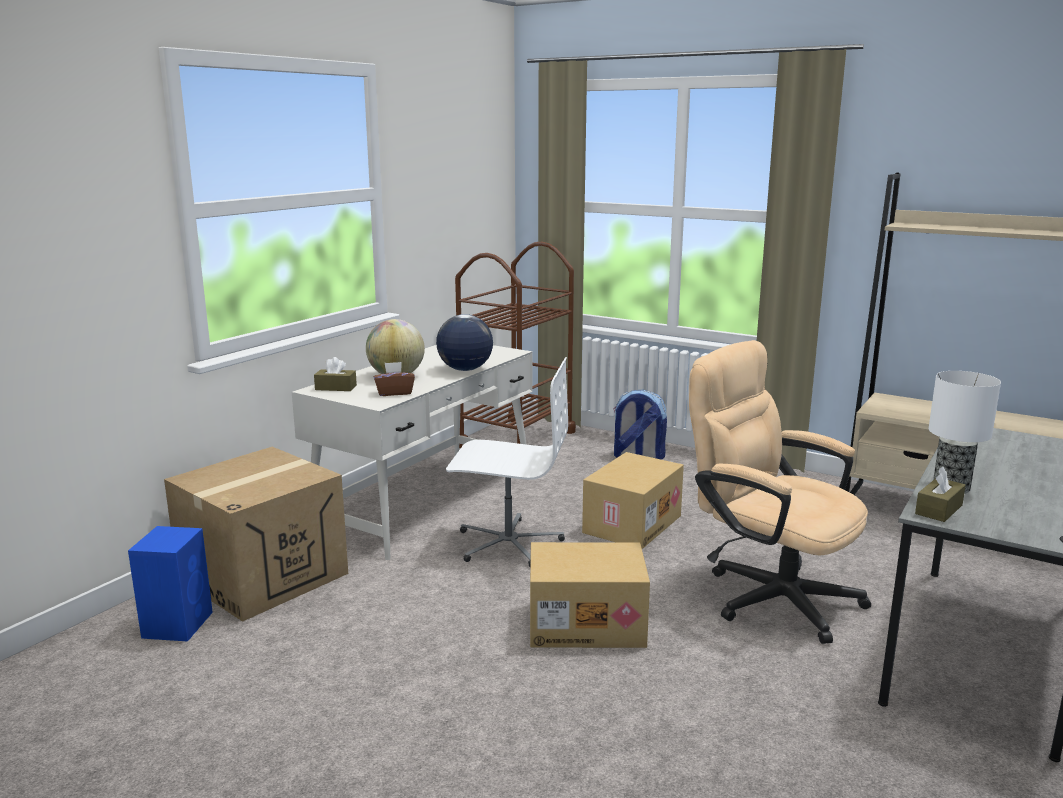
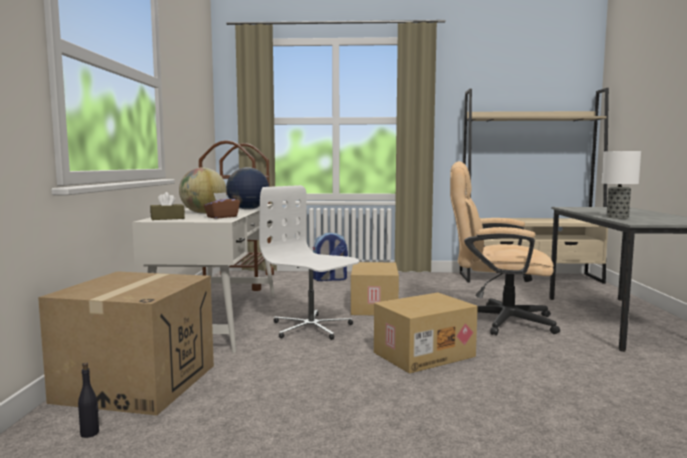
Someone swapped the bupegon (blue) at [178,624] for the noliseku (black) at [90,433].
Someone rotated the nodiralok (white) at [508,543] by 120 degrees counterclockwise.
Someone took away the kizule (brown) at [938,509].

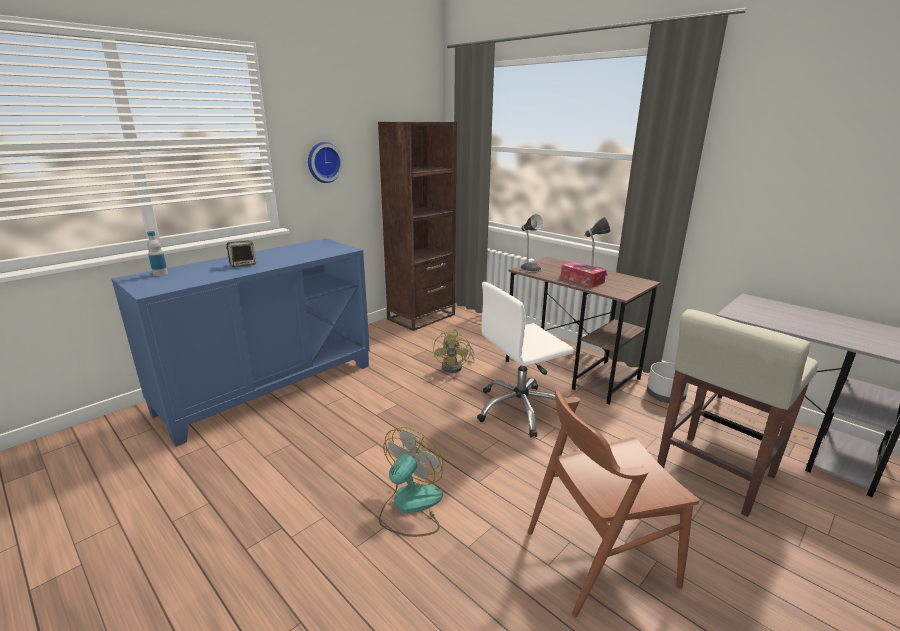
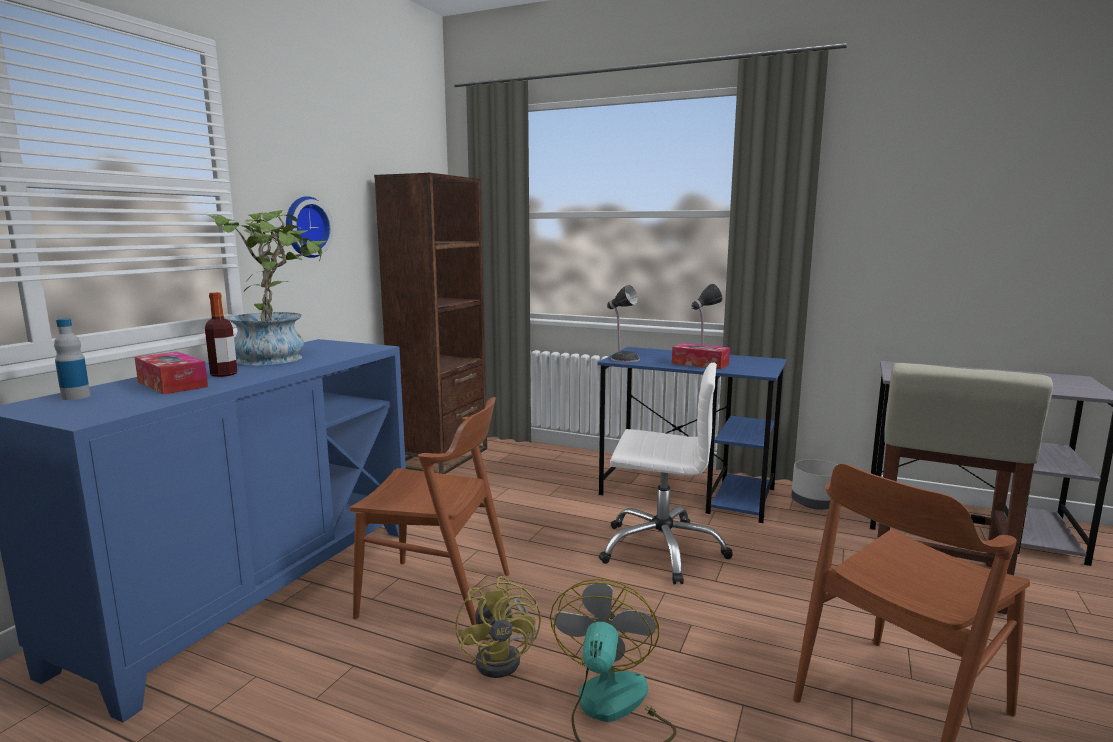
Someone put down the kizule at [172,384].
Someone swapped the bupegon at [243,264] for the noliseku at [224,374].
Someone put down the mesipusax at [278,357].
Someone put down the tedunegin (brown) at [436,594].
Someone carried the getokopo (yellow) from [456,367] to [505,658].
Someone repainted the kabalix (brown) at [571,370], which became the kabalix (blue) at [688,492].
Someone rotated the nodiralok (white) at [519,409] by 120 degrees counterclockwise.

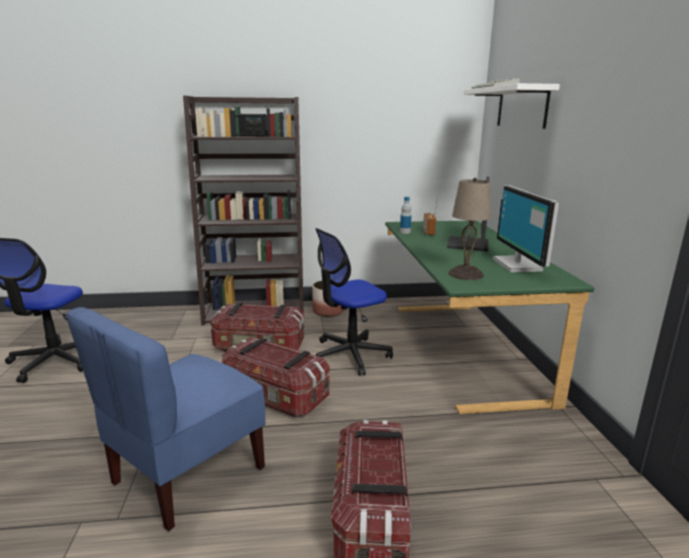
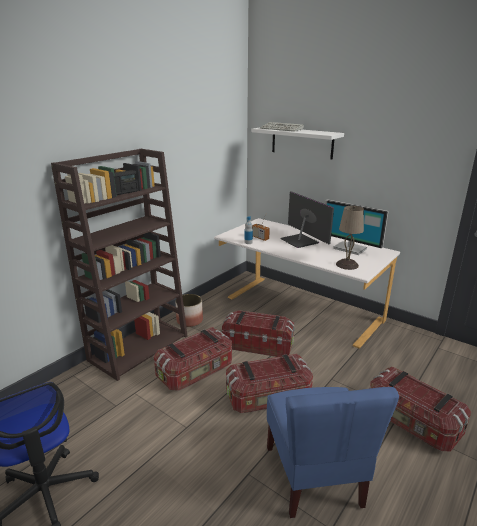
Someone repainted the kabalix (green) at [457,347], which became the kabalix (white) at [299,309].
Someone swapped the nodiralok at [350,355] for the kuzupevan at [258,345].

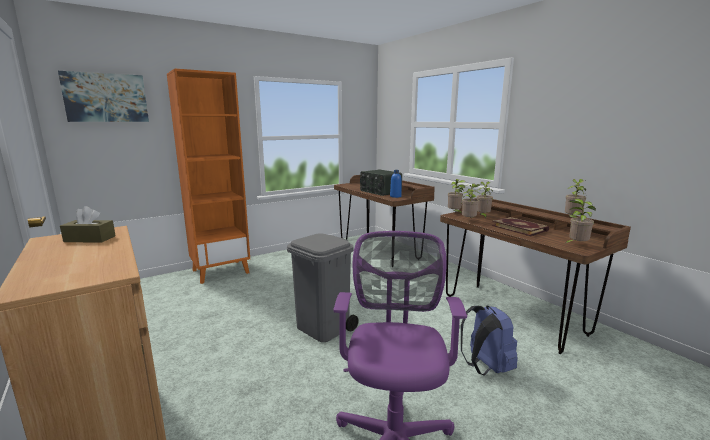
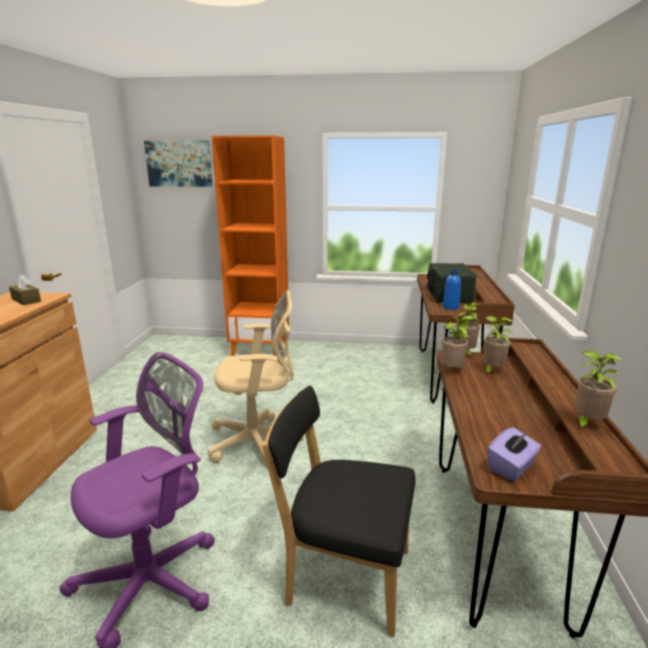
Someone swapped the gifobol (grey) at [323,328] for the nodiralok (beige) at [258,442].
Someone swapped the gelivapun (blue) at [485,367] for the tedunegin (black) at [343,575].
Someone swapped the mesipusax at [576,245] for the kizule (purple) at [512,467].
Someone took away the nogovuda at [519,228].

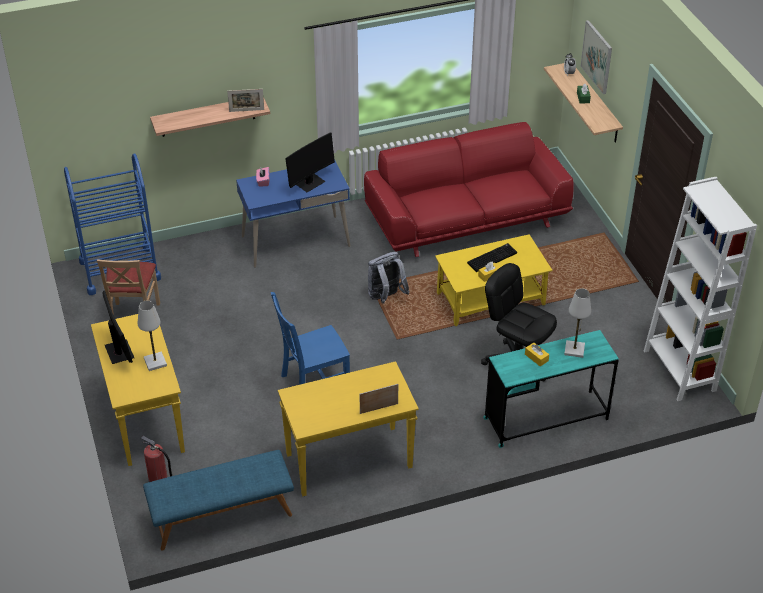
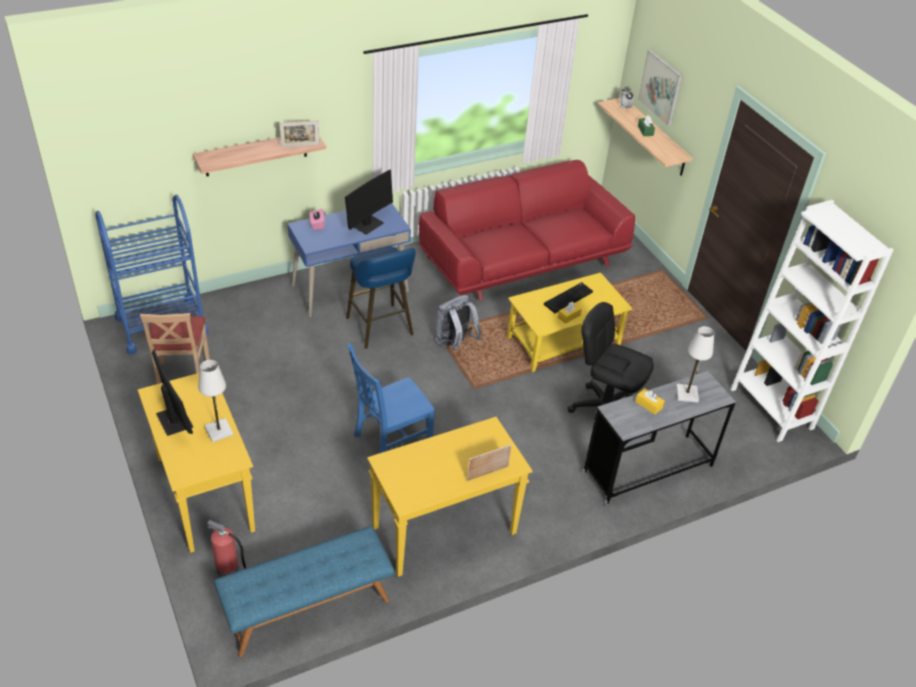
Someone put down the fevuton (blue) at [381,329].
Someone repainted the kabalix (turquoise) at [546,419], which became the kabalix (grey) at [648,469].

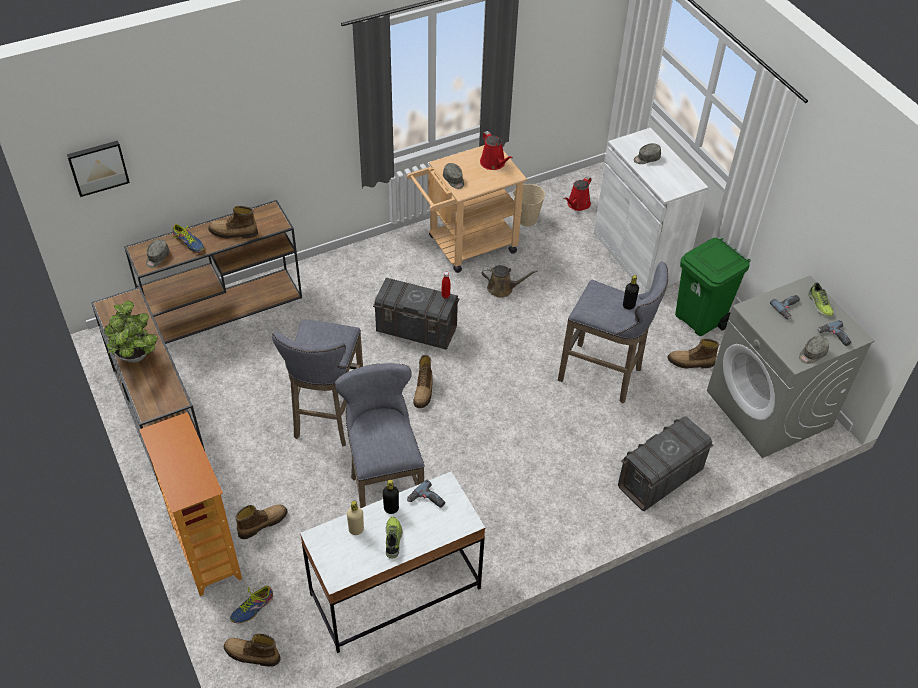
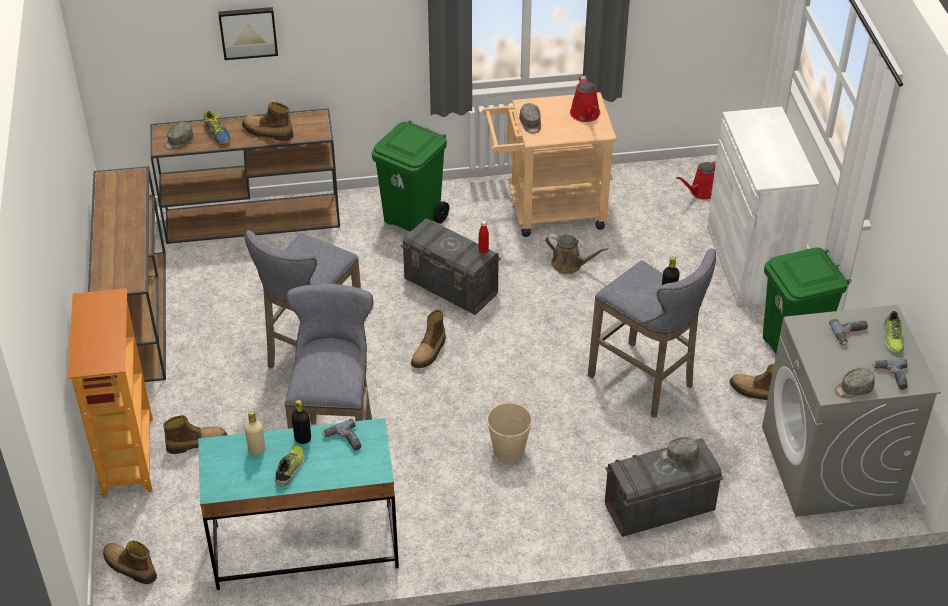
Someone repainted the kabalix (white) at [395,591], which became the kabalix (turquoise) at [305,546].
Someone carried the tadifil from [98,167] to [248,32].
Someone put down the gifobol (green) at [413,219].
Someone carried the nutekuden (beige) from [526,219] to [508,451].
Someone carried the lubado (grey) from [646,158] to [679,455].
Someone took away the mesipusax at [135,357].
Someone took away the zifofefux at [253,608].

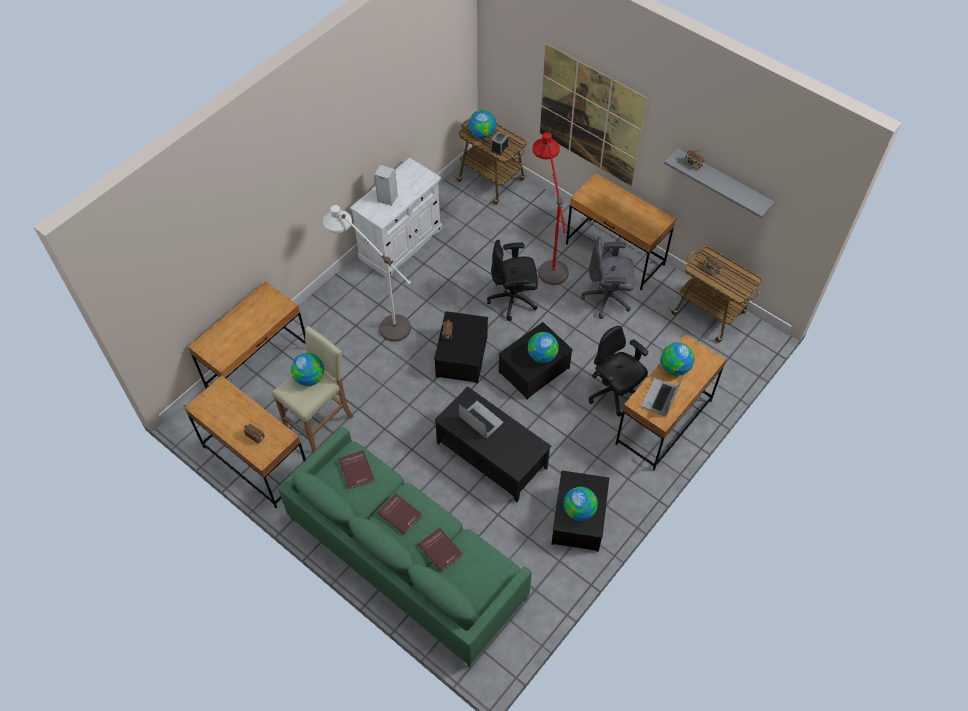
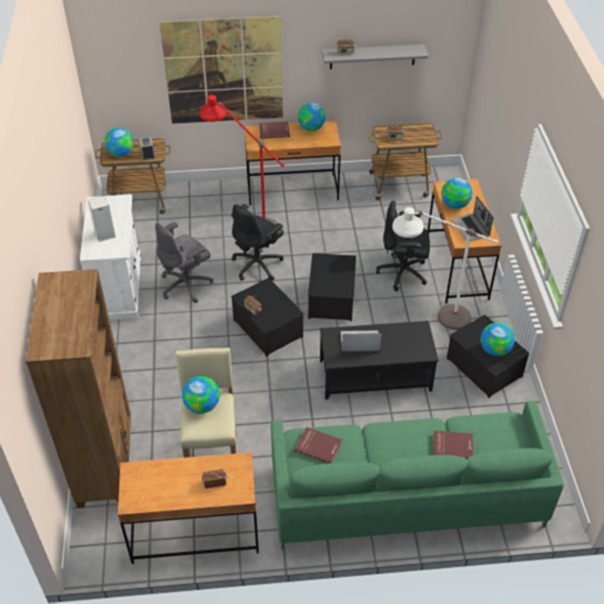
Someone swapped the kabalix (brown) at [258,368] for the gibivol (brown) at [106,463].
Someone carried the nodiralok (grey) from [608,299] to [186,285].
Someone carried the nogovuda (red) from [400,514] to [274,131].
Someone carried the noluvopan from [542,356] to [311,128].
Someone carried the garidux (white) from [377,317] to [431,320].

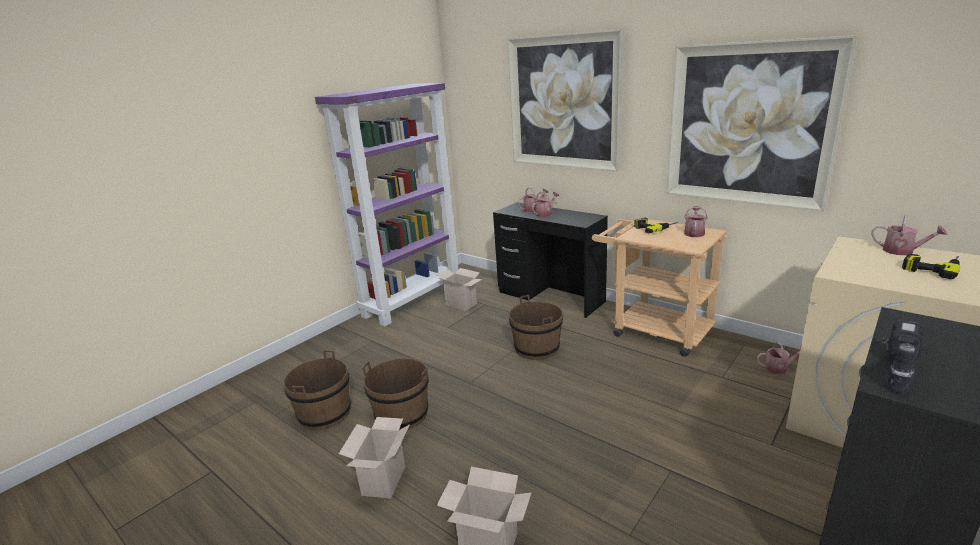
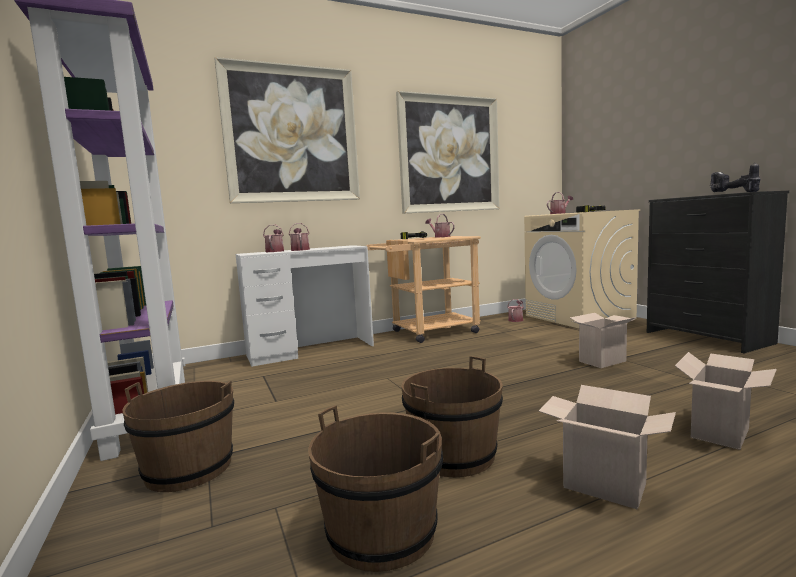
Someone carried the nutekuden (brown) from [537,348] to [189,468].
Someone repainted the kabalix (black) at [551,297], which became the kabalix (white) at [310,350].
Someone carried the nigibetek from [462,304] to [602,361].

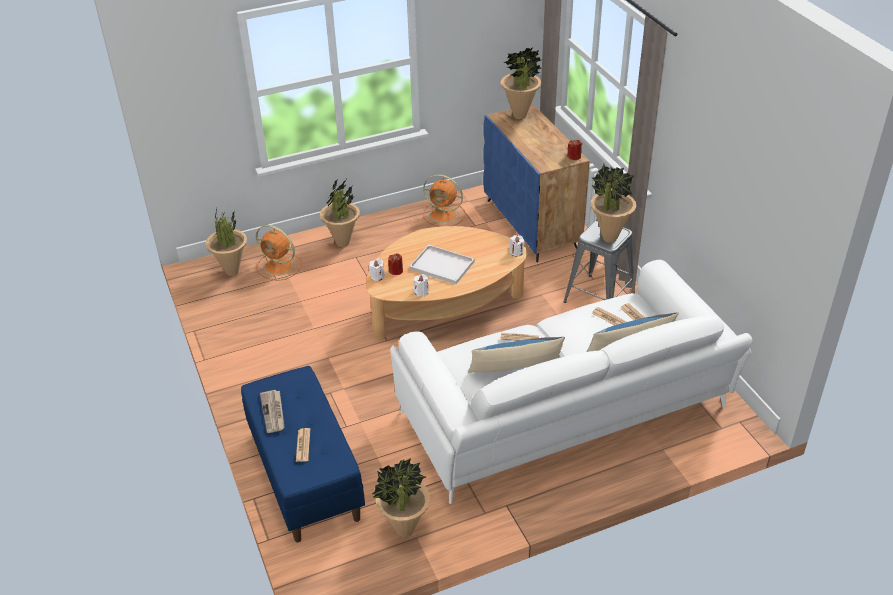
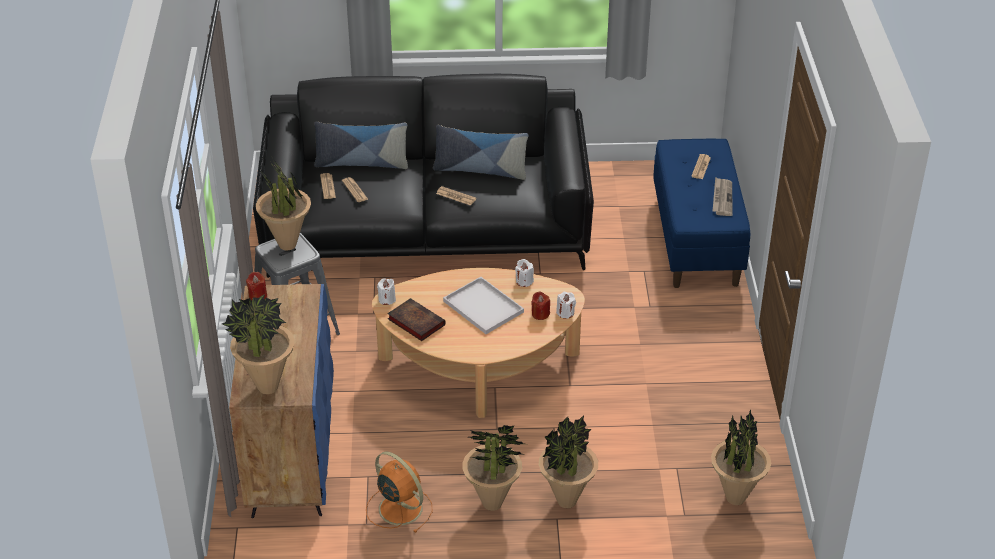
Someone repainted the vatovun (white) at [564,414], which became the vatovun (black) at [427,228].
Someone put down the nogovuda at [414,322].
Someone carried the mesipusax from [404,531] to [492,503].
Someone took away the getokopo (orange) at [280,267].

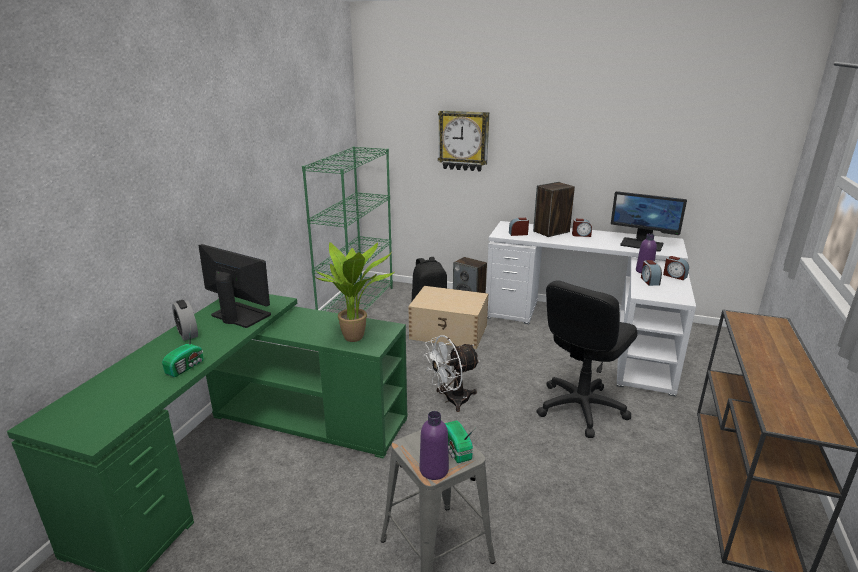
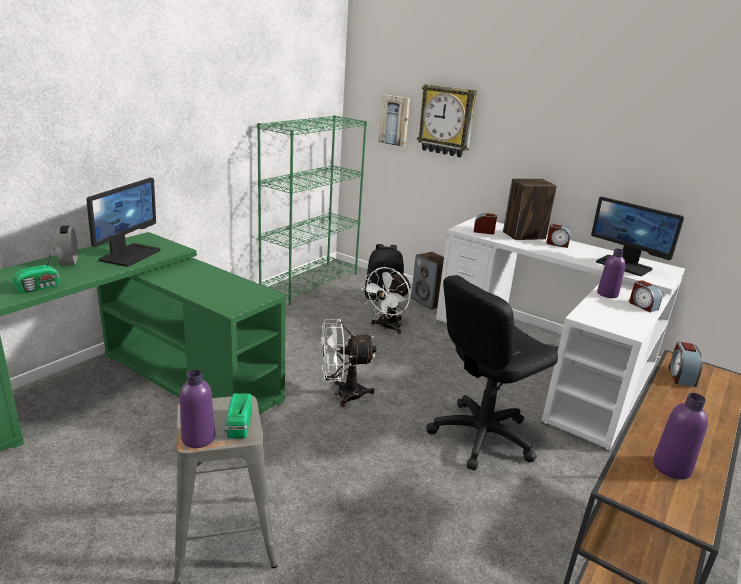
Someone rotated the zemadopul at [240,315] by 60 degrees clockwise.
Someone swapped the kuzupevan (beige) at [449,332] for the getokopo (white) at [387,327].
Someone put up the tadifil at [394,120].
Someone put down the noliseku (purple) at [671,467].
Someone carried the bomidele from [649,281] to [681,376].
Someone took away the mesipusax at [357,338].

